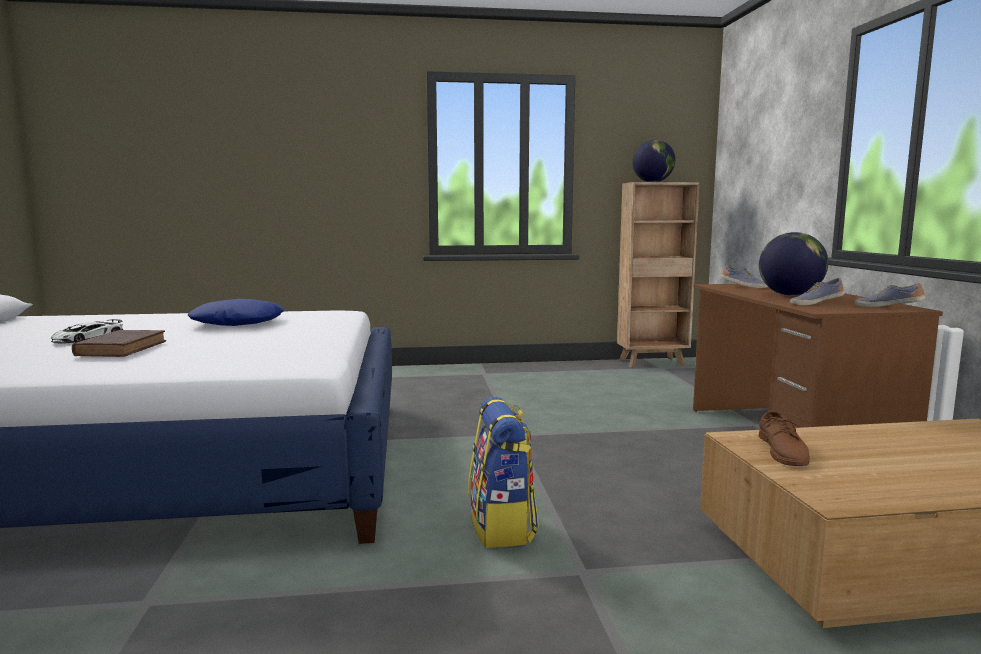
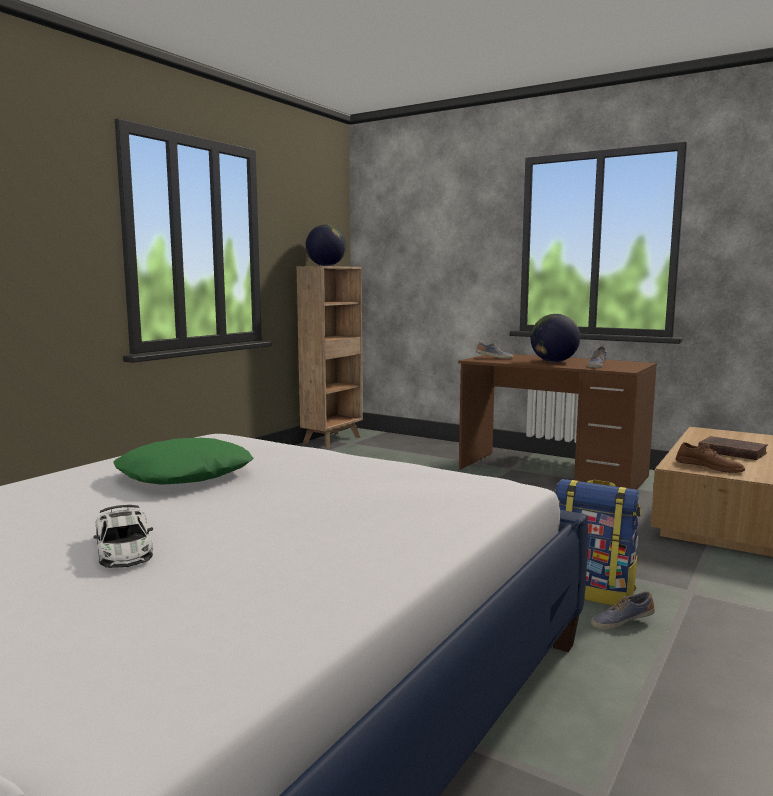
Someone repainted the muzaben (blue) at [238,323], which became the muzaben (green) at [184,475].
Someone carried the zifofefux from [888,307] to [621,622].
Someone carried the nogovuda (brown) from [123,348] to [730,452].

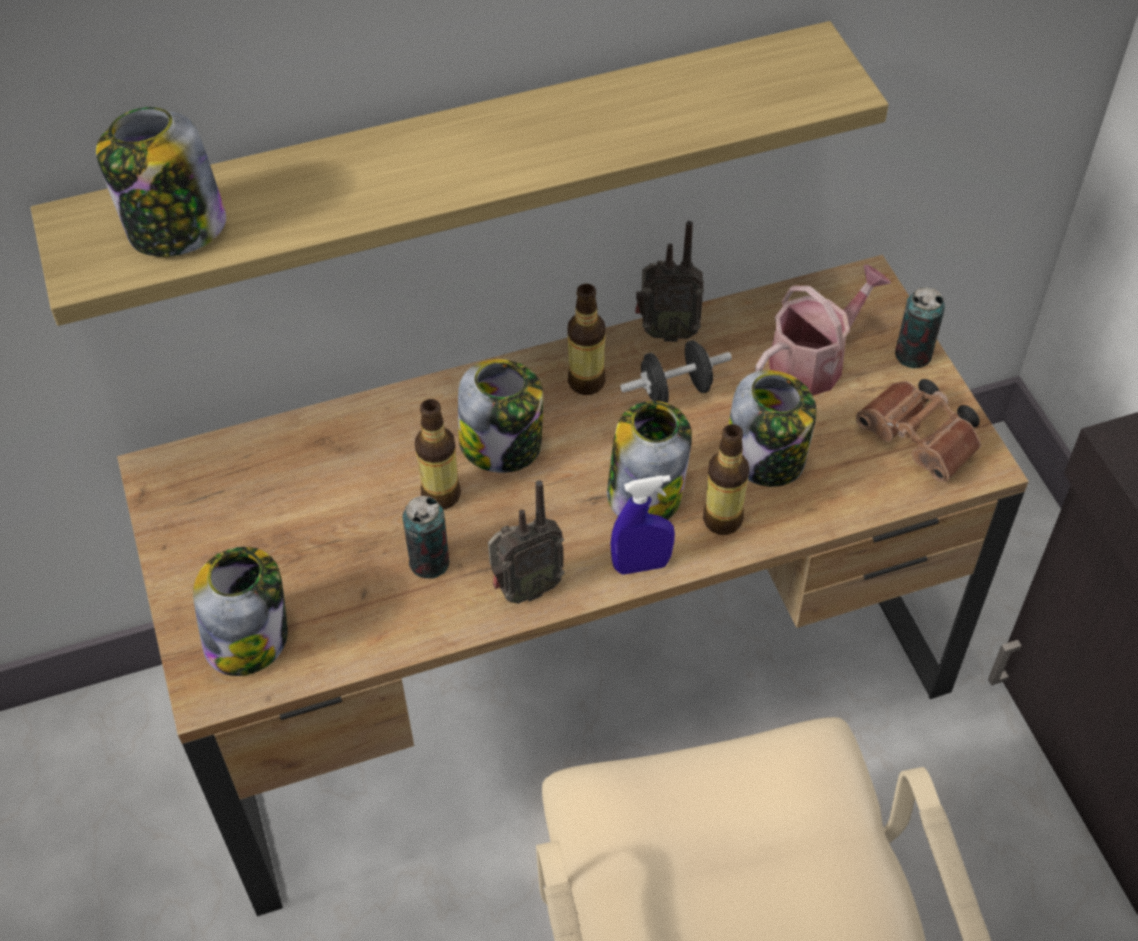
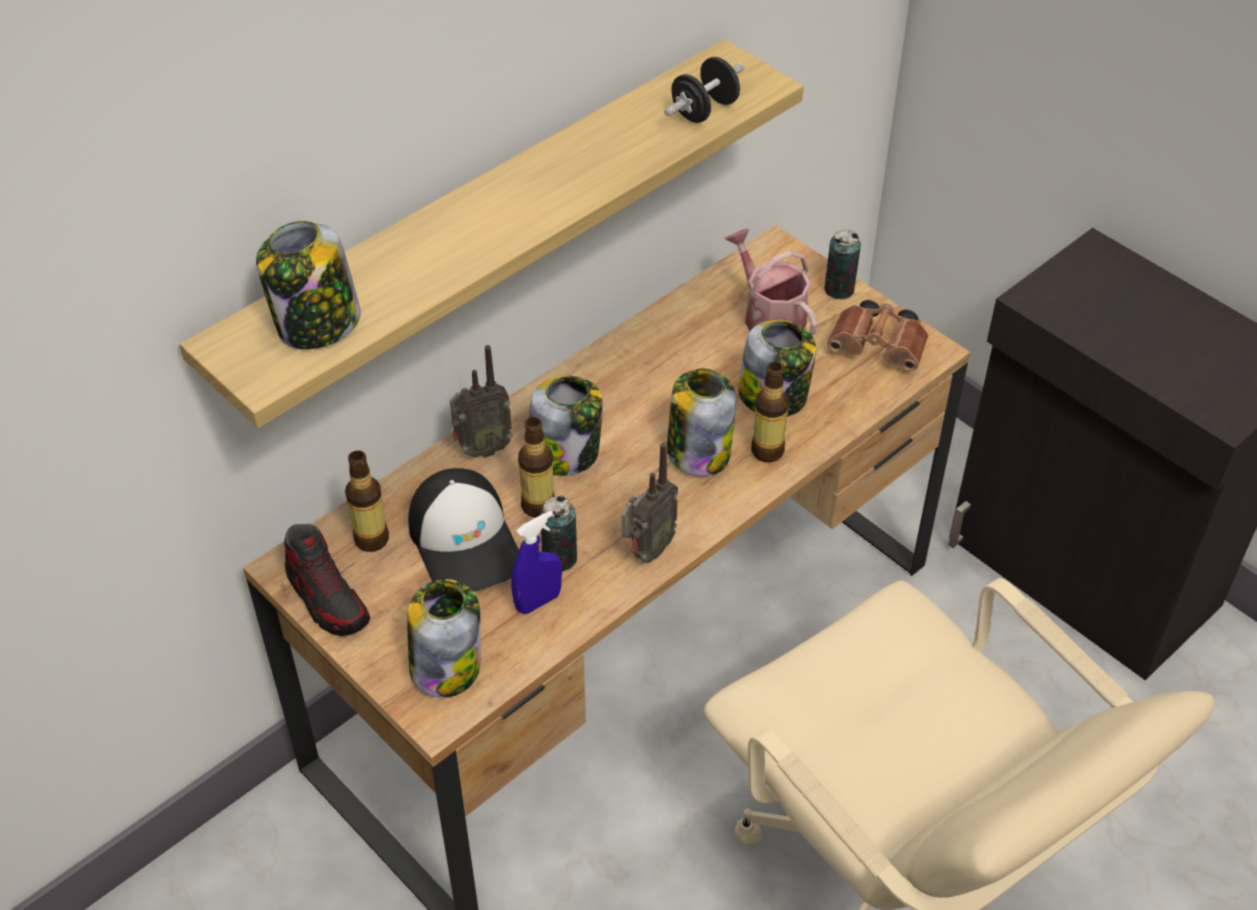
Someone put down the zifofefux at [327,598].
Someone carried the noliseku from [586,381] to [371,539].
Someone put down the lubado at [466,541].
Someone carried the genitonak from [667,331] to [481,449].
Someone carried the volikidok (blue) from [641,565] to [538,601].
Someone carried the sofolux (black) from [675,390] to [704,110].
Someone rotated the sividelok at [814,362] by 60 degrees counterclockwise.

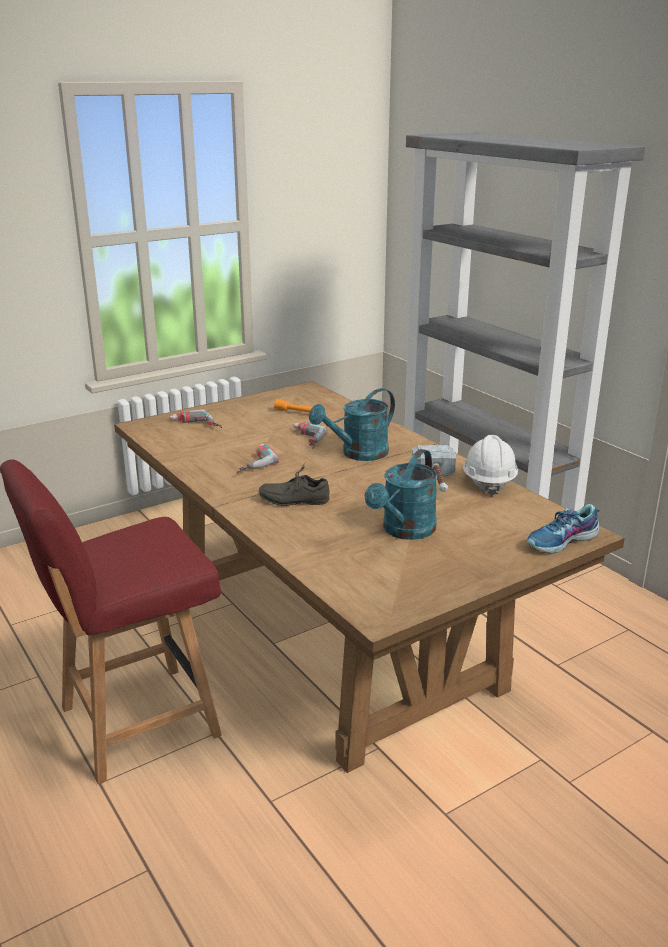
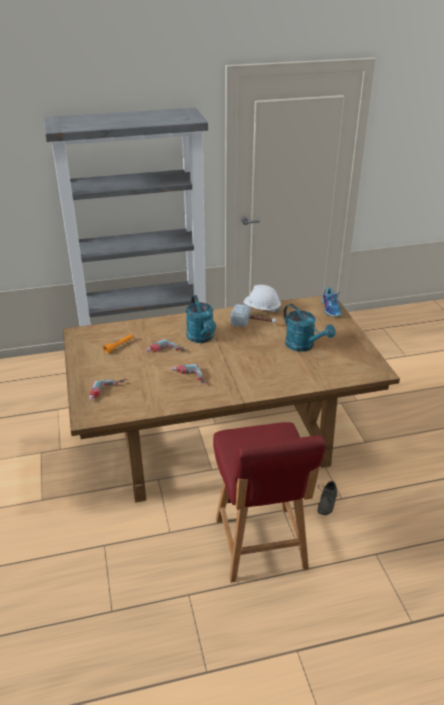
Someone carried the zifofefux (grey) from [294,499] to [325,502].

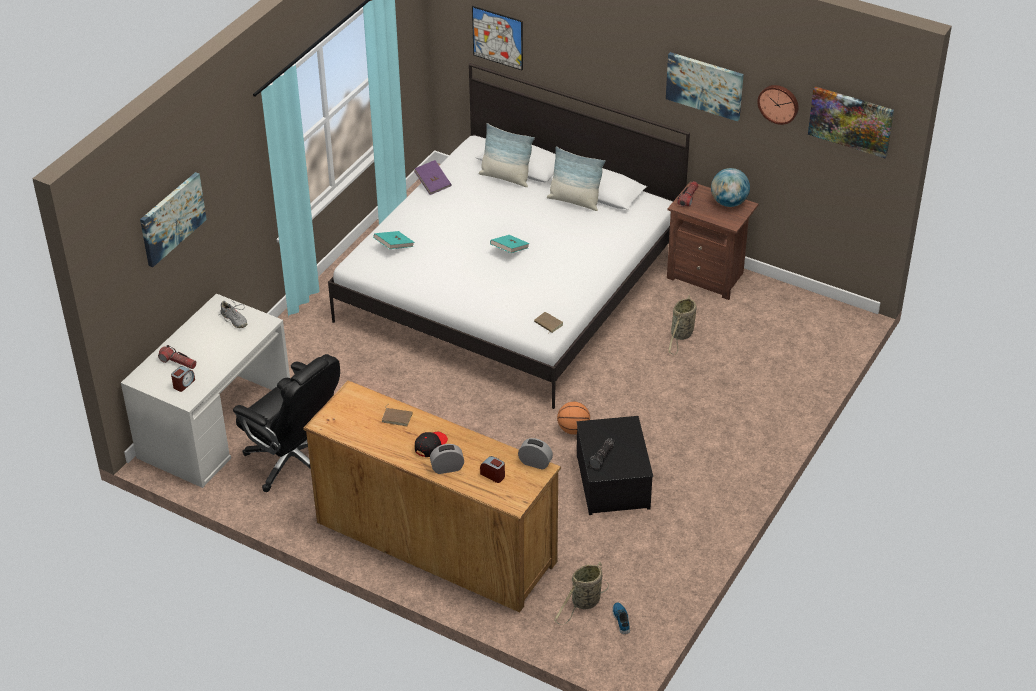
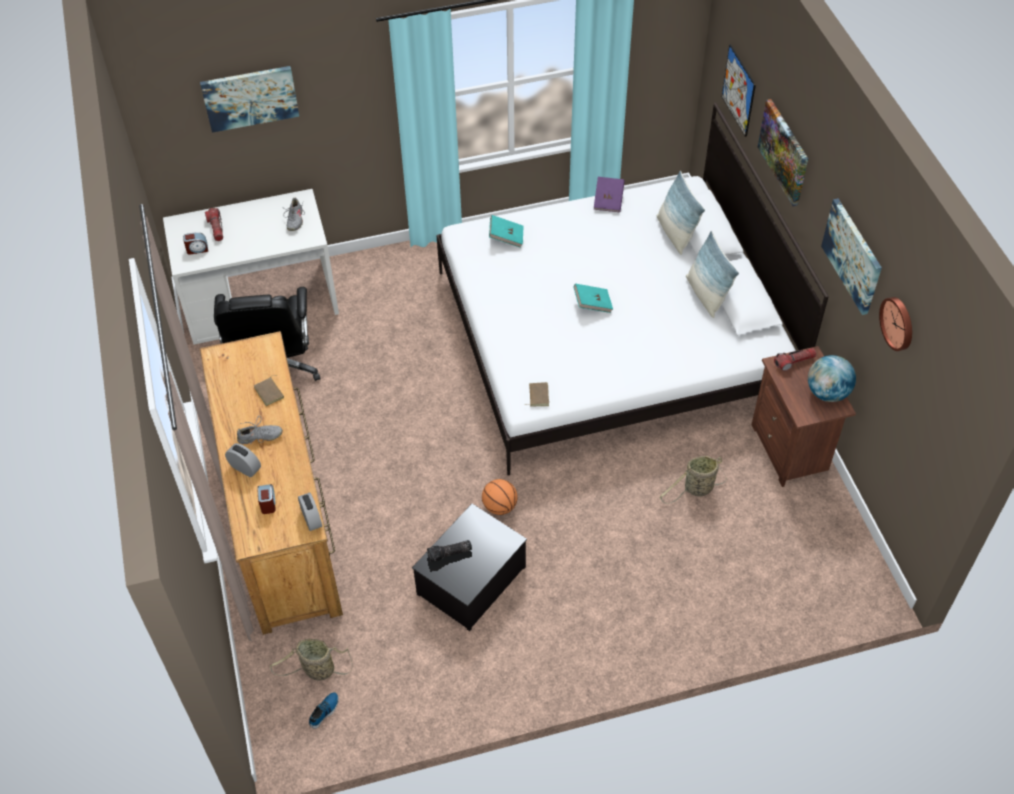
Someone swapped the lubado (black) at [430,445] for the zifofefux (grey) at [260,437].
Someone carried the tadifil from [851,121] to [784,152].

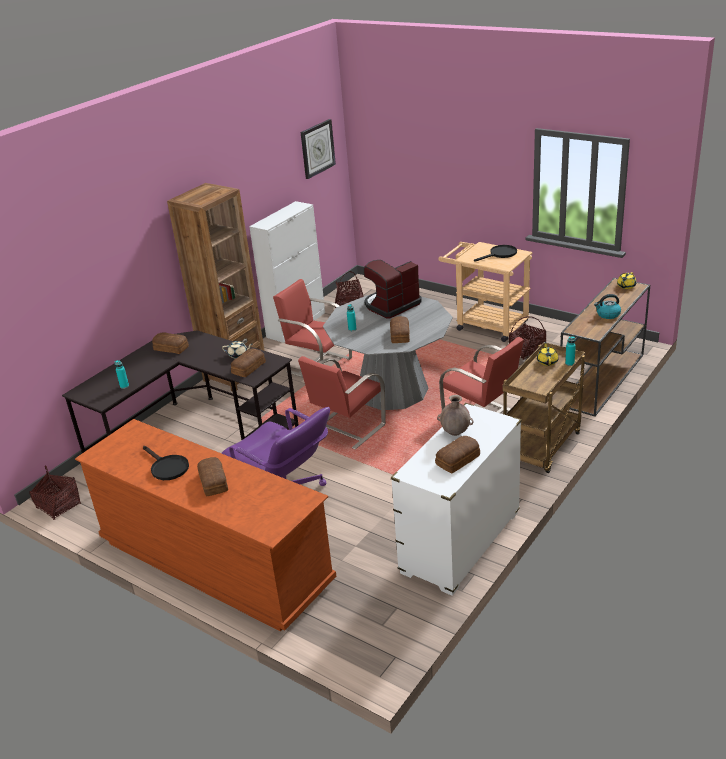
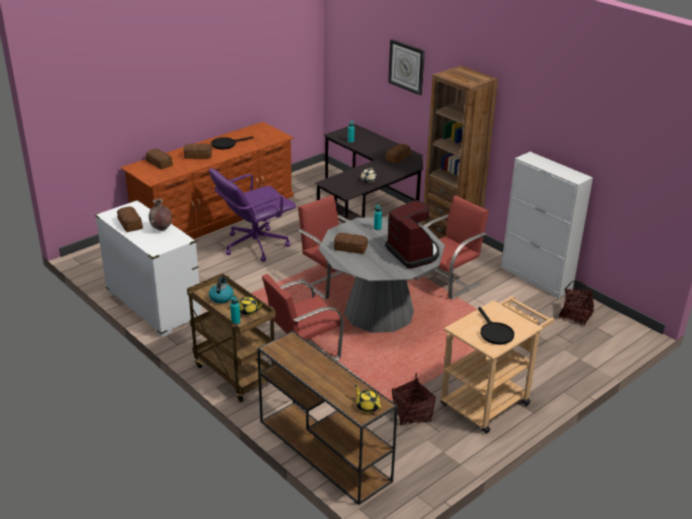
Someone carried the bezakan from [247,368] to [159,163].
Someone carried the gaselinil from [607,314] to [221,297].
Someone carried the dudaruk from [317,148] to [407,66].
Someone took away the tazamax at [58,506].

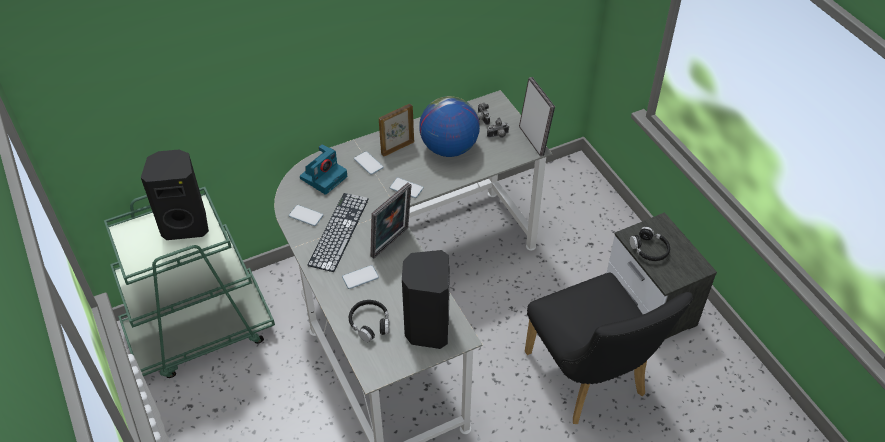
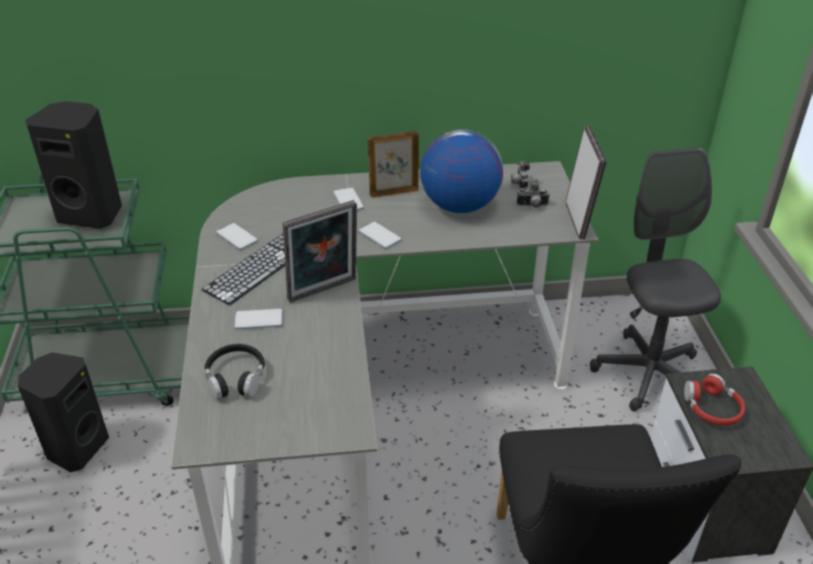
Someone carried the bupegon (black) from [426,328] to [76,448].
Someone put down the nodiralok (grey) at [647,373].
Someone repainted the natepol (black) at [649,249], which became the natepol (red) at [712,408].
Someone took away the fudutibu at [324,176].

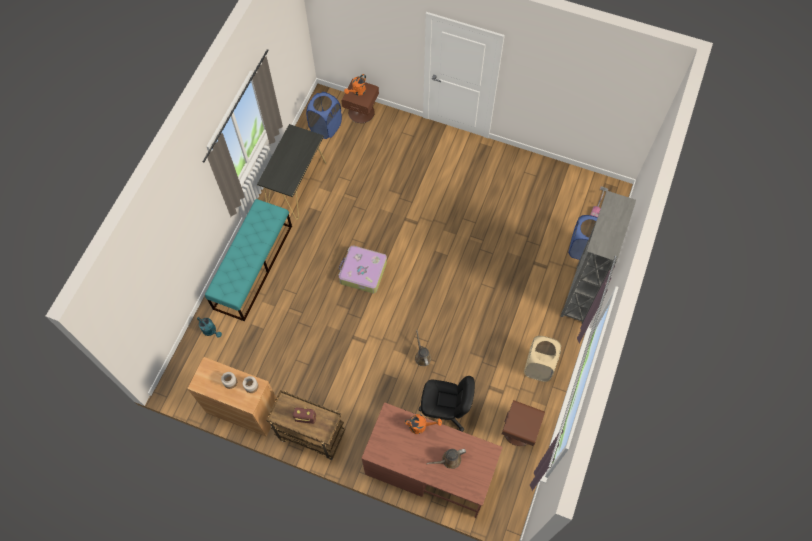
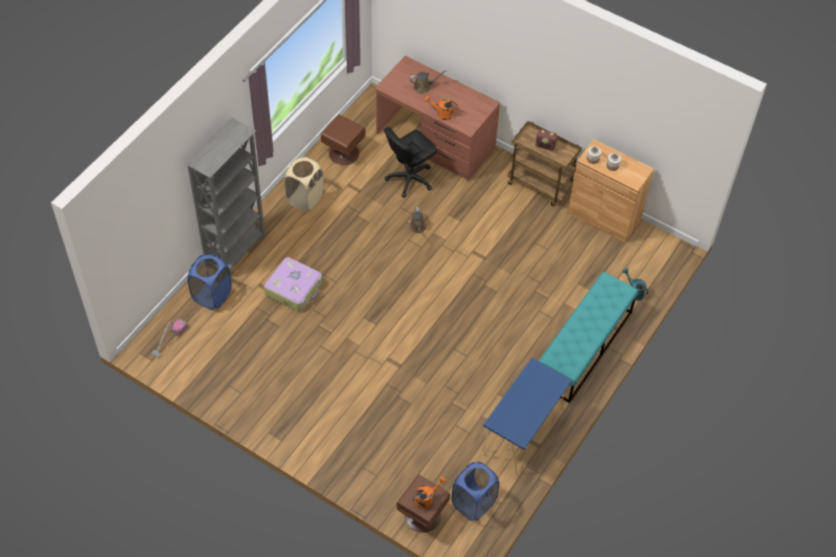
Someone carried the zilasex from [362,272] to [294,289].
Someone rotated the nodiralok (black) at [444,413] by 60 degrees counterclockwise.
Someone repainted the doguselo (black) at [296,185], which became the doguselo (blue) at [522,432].

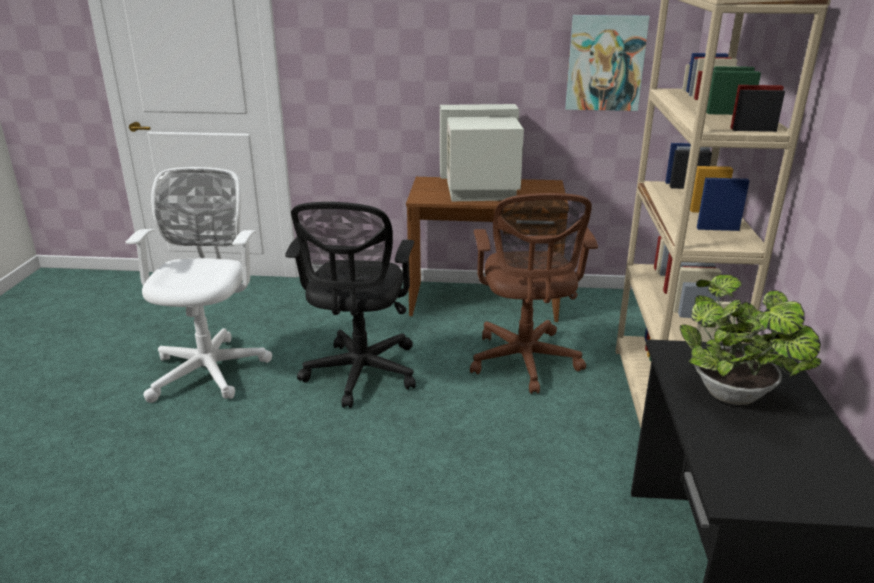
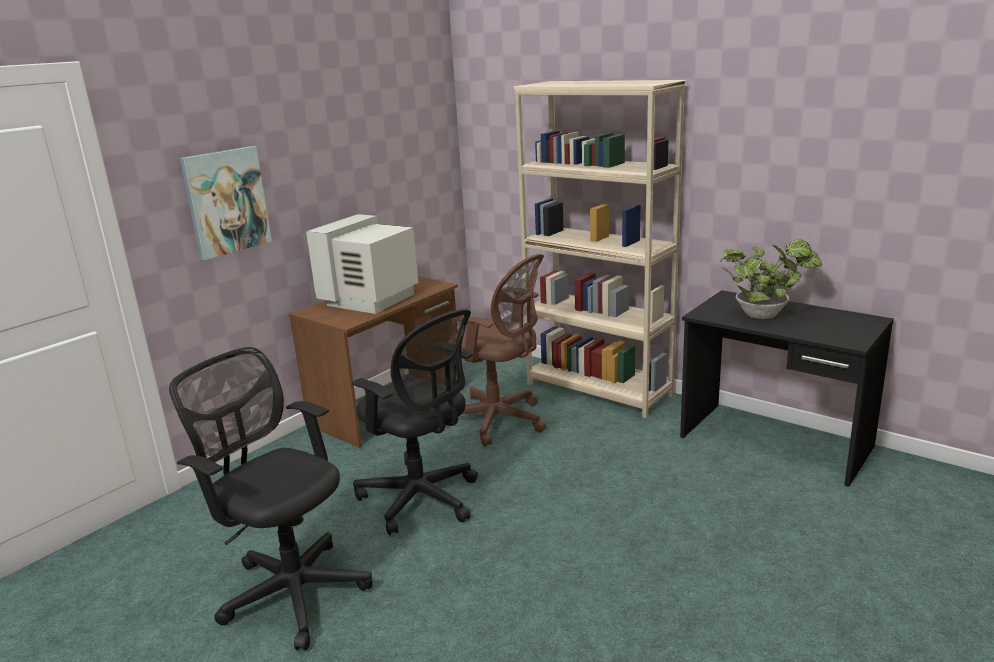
Someone repainted the nodiralok (white) at [210,368], which became the nodiralok (black) at [291,589].
Someone carried the tadifil from [605,63] to [226,201].

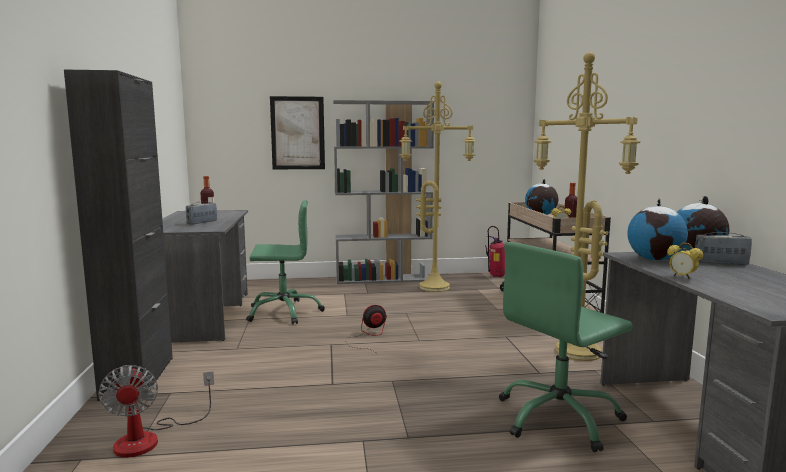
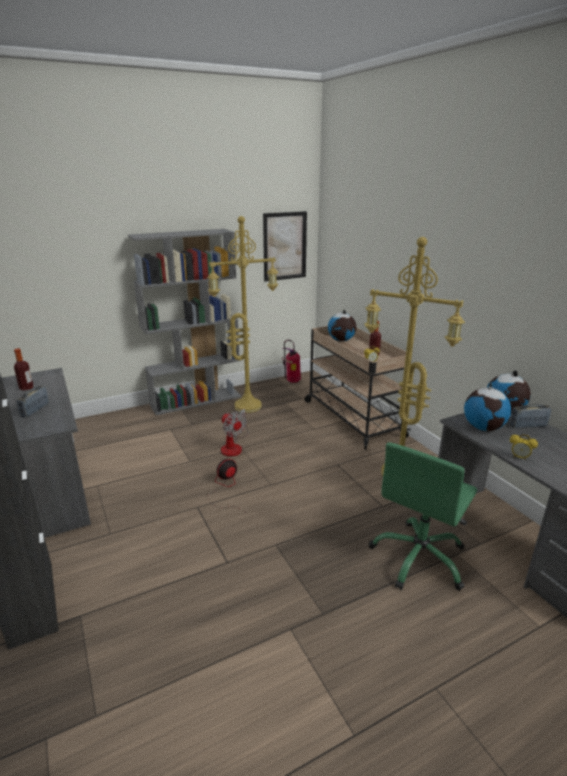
Someone carried the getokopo from [150,438] to [234,446].
Someone carried the tadifil from [297,133] to [285,246].
Someone took away the nodiralok (green) at [284,312].

